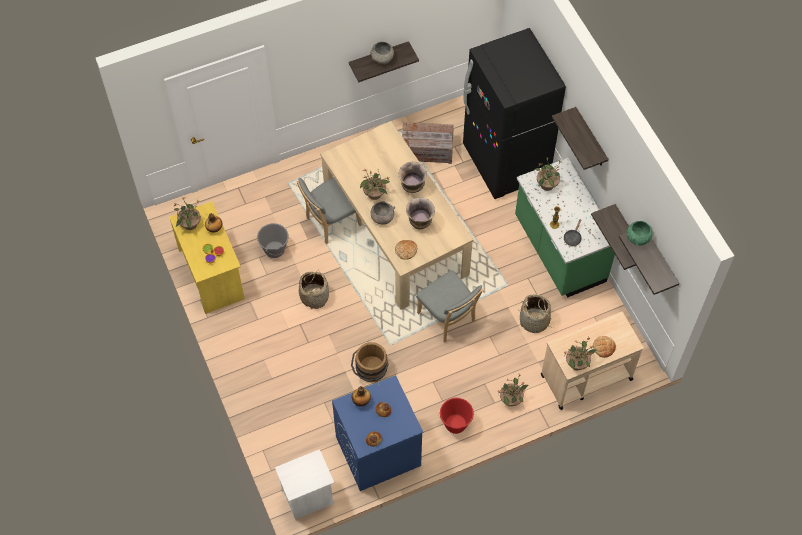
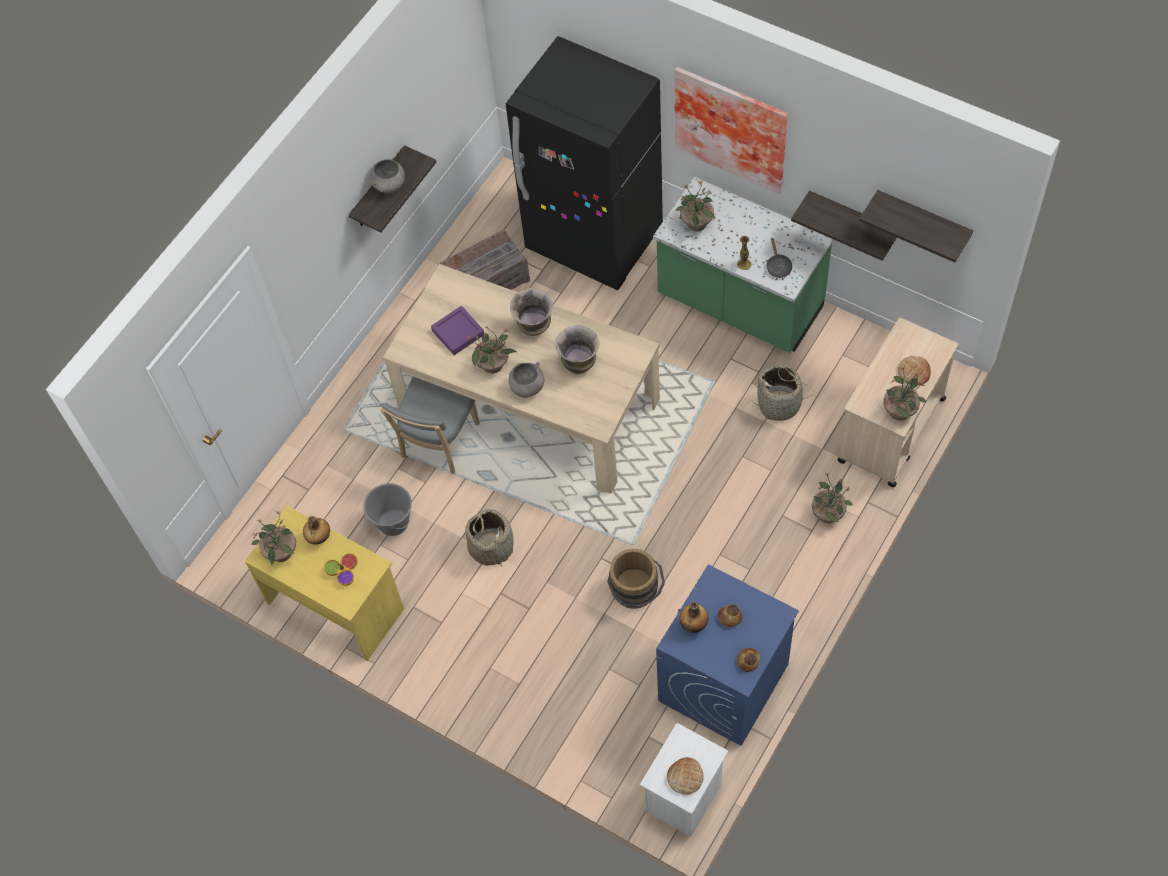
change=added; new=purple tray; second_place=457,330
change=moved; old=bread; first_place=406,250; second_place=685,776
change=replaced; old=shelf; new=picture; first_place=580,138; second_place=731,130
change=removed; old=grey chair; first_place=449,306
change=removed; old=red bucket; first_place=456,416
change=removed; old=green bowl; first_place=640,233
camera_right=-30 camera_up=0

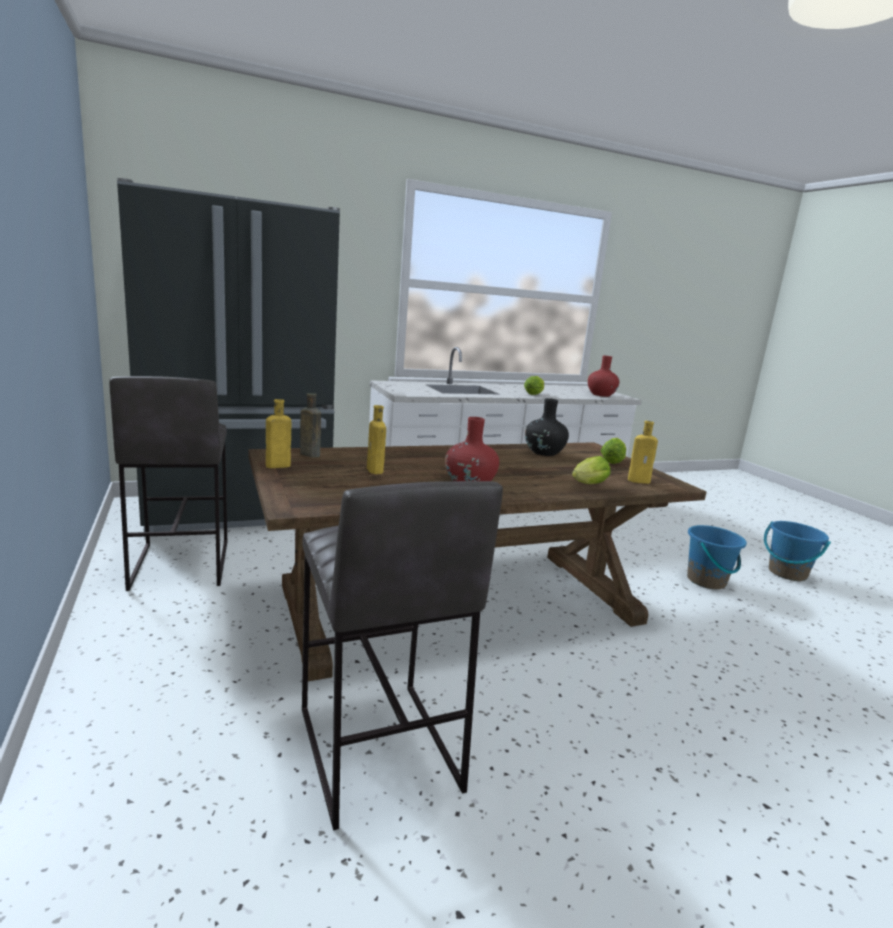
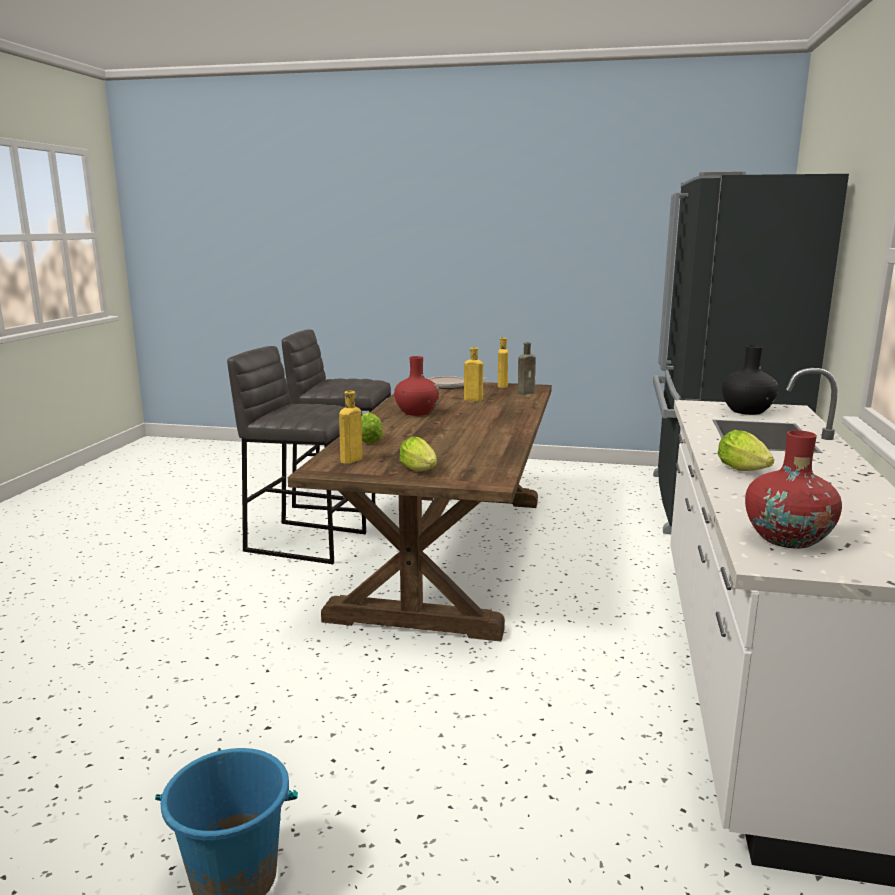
change=moved; old=grey stool; first_place=168,483; second_place=296,455
change=added; new=frying pan; second_place=458,382
change=moved; old=black vase; first_place=547,427; second_place=750,380
change=removed; old=blue bucket; first_place=717,557
camera_right=125 camera_up=0

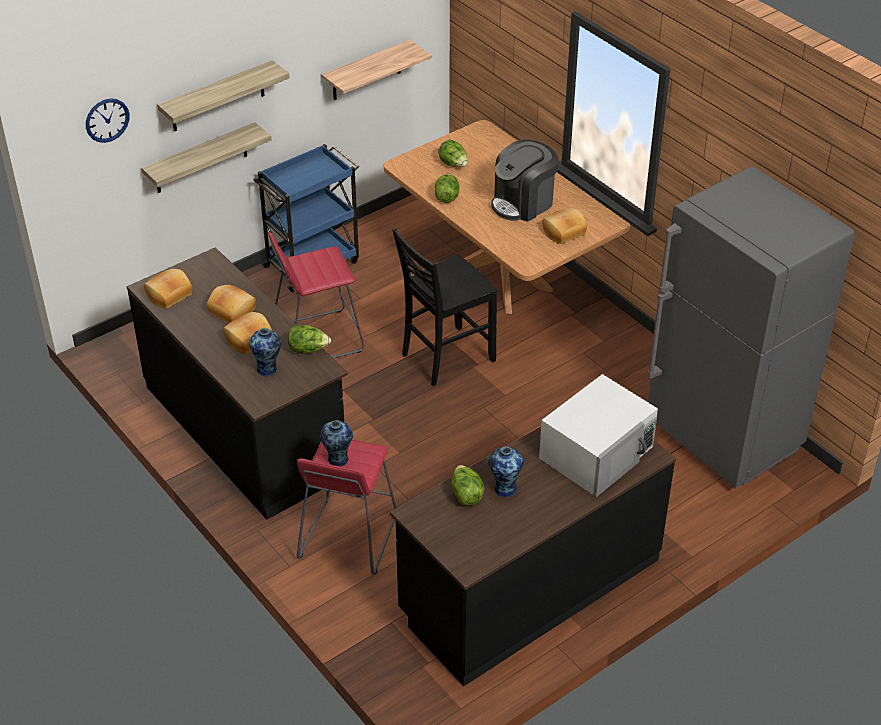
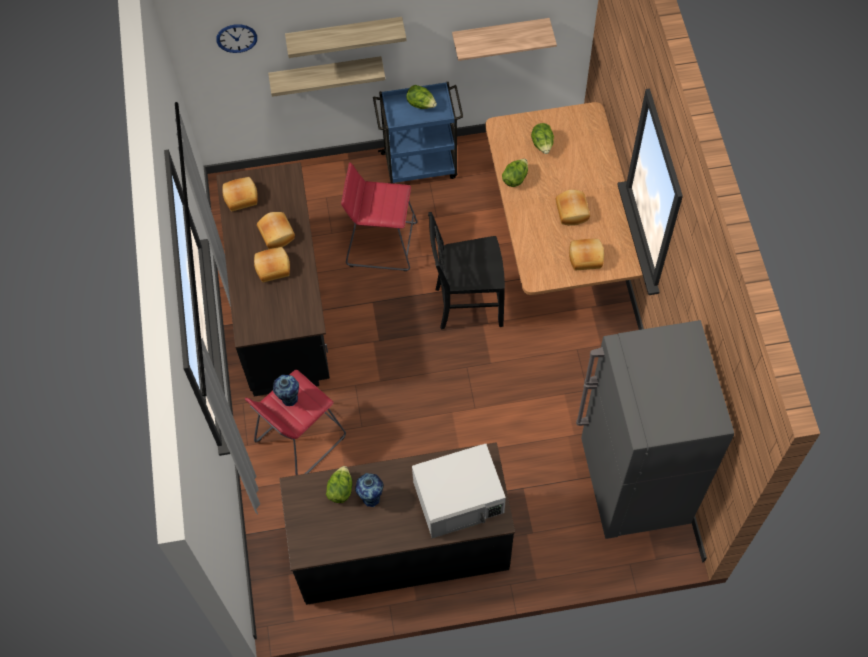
change=moved; old=lettuce; first_place=309,339; second_place=421,97
change=replaced; old=coffee machine; new=bread; first_place=525,180; second_place=573,207
change=removed; old=vase; first_place=265,352
camera_right=30 camera_up=20

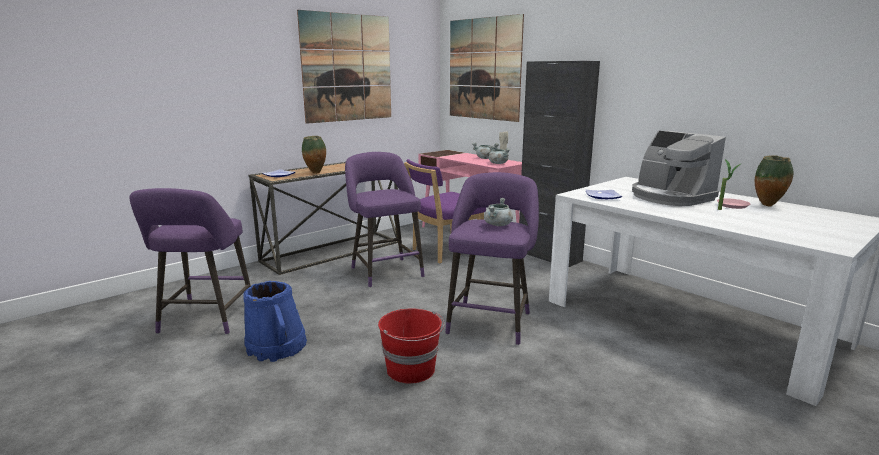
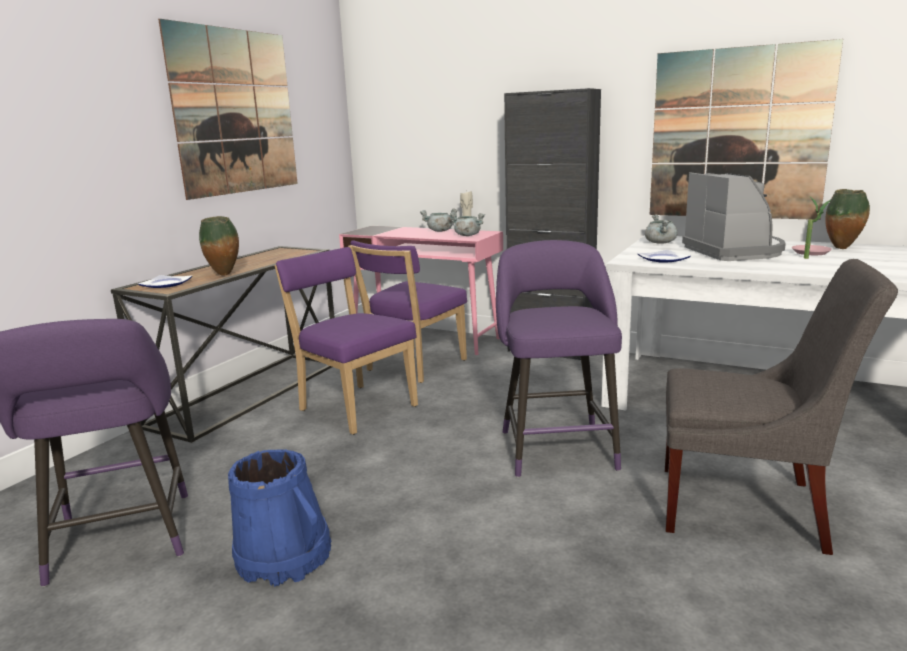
change=replaced; old=purple stool; new=purple chair; first_place=385,220; second_place=346,341
change=moved; old=grey cooking pot; first_place=498,212; second_place=661,228
change=moved; old=picture; first_place=487,68; second_place=746,129
change=added; new=grey chair; second_place=781,407
change=turned; old=coffee machine; first_place=679,168; second_place=734,216; degrees=-135
change=removed; old=red bucket; first_place=411,346
camera_right=-20 camera_up=0

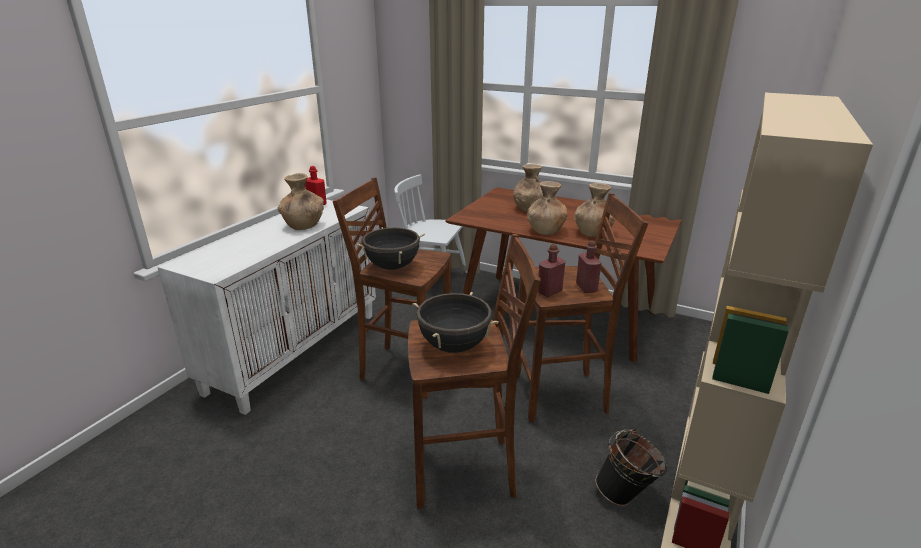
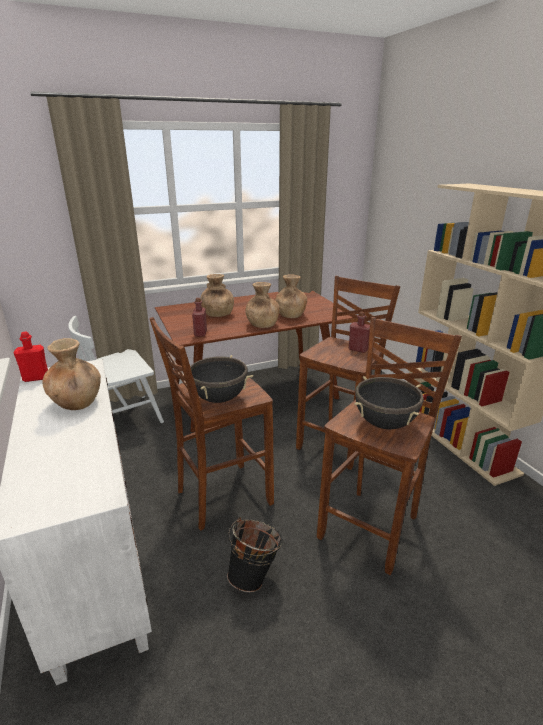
change=moved; old=red bottle; first_place=551,270; second_place=199,317
change=moved; old=black bucket; first_place=631,467; second_place=255,554
camera_right=-50 camera_up=0

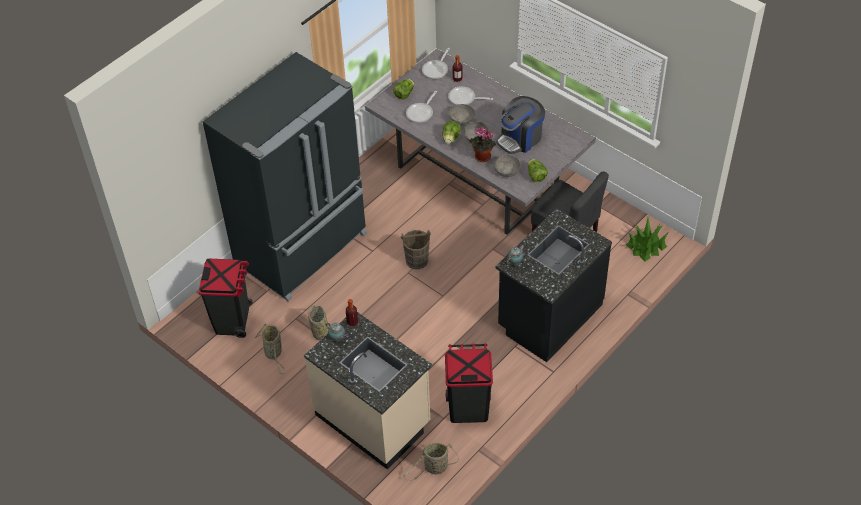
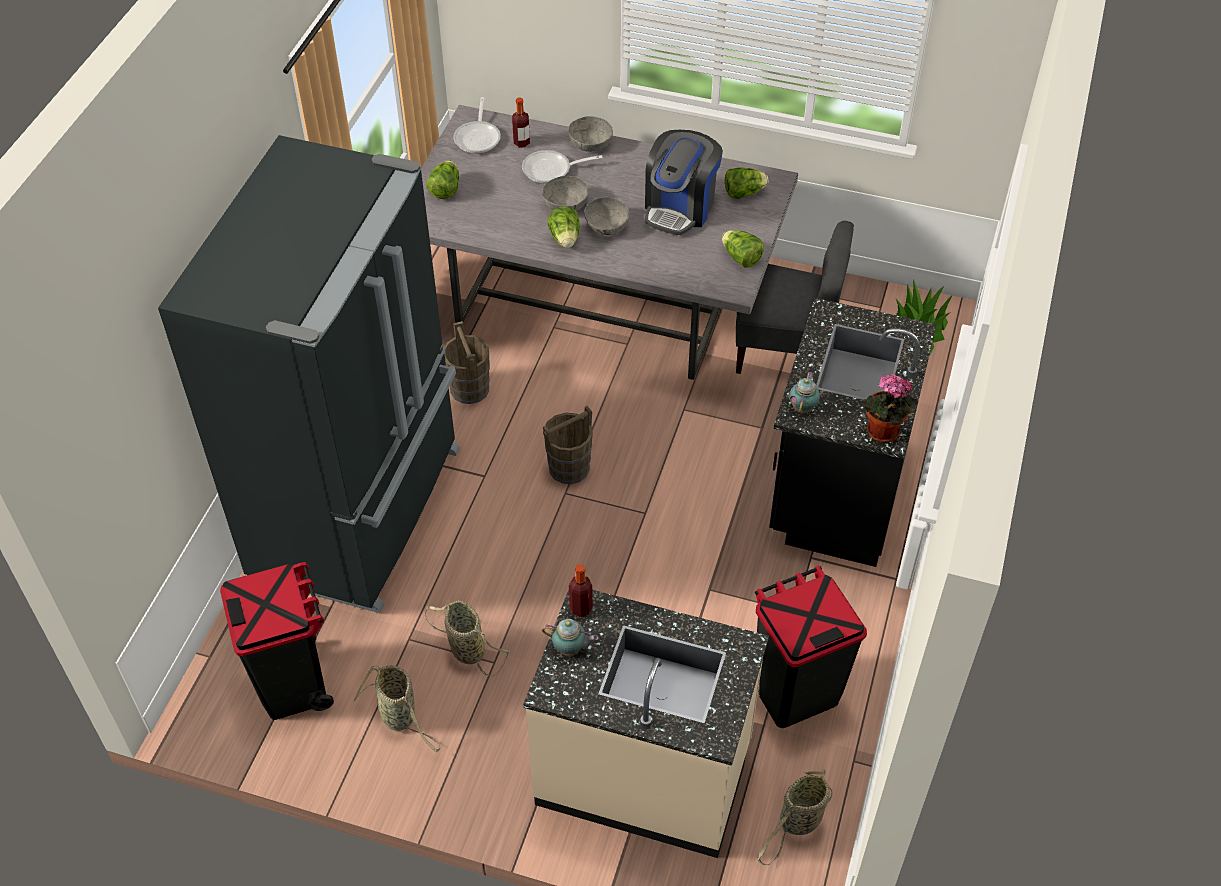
change=added; new=brown bucket; second_place=467,362
change=moved; old=grey bowl; first_place=507,166; second_place=590,134
change=added; new=lettuce; second_place=746,183
change=moved; old=potted plant; first_place=483,144; second_place=889,408
change=removed; old=frying pan; first_place=421,107
camera_right=-25 camera_up=0

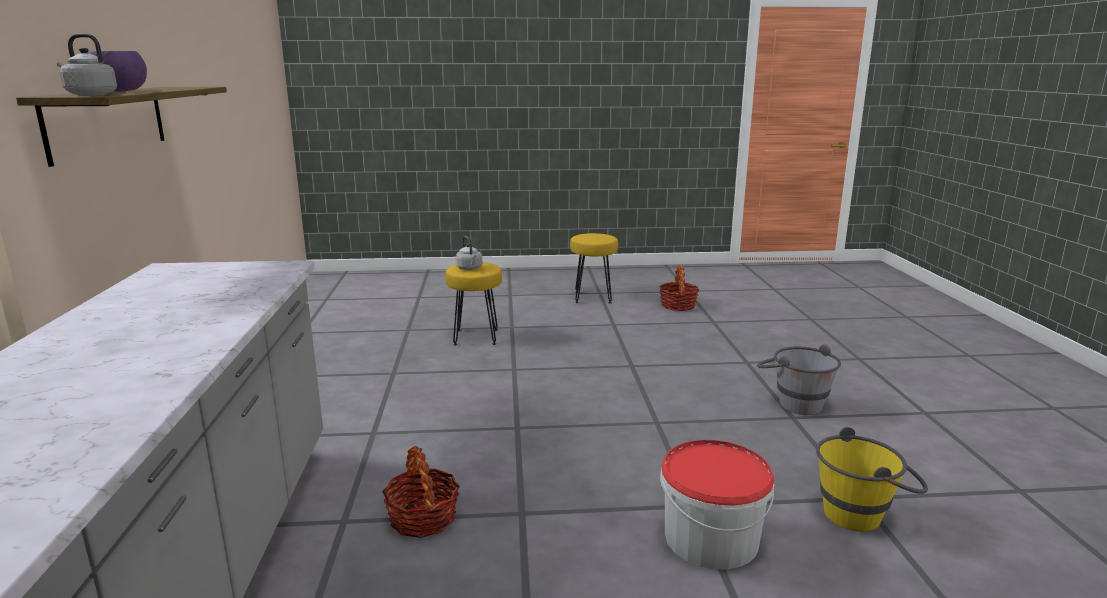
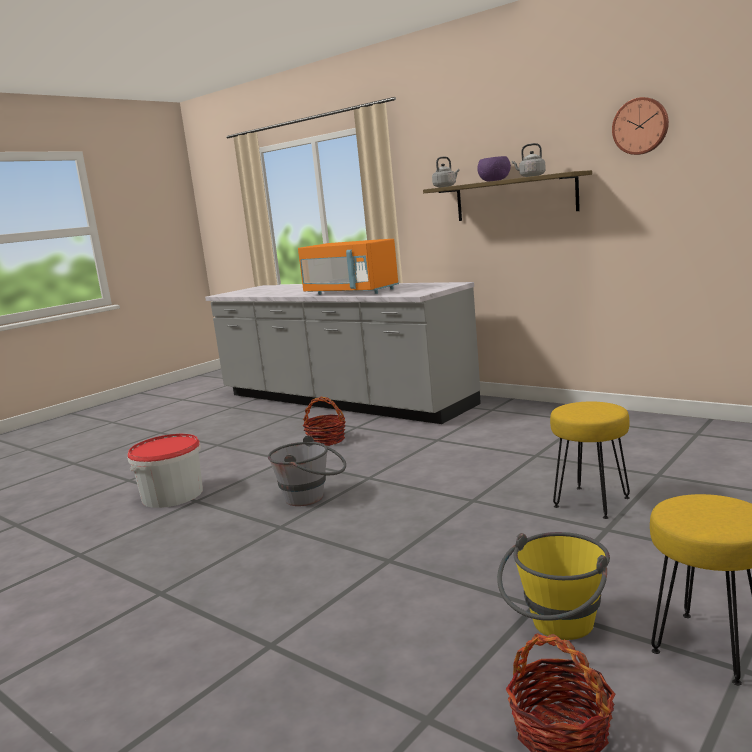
change=moved; old=grey bucket; first_place=799,379; second_place=307,470
change=added; new=orange microwave; second_place=348,267
change=moved; old=yellow bucket; first_place=872,479; second_place=553,586
change=moved; old=grey kettle; first_place=468,253; second_place=529,160
change=added; new=wall clock; second_place=640,126
camera_right=135 camera_up=-5

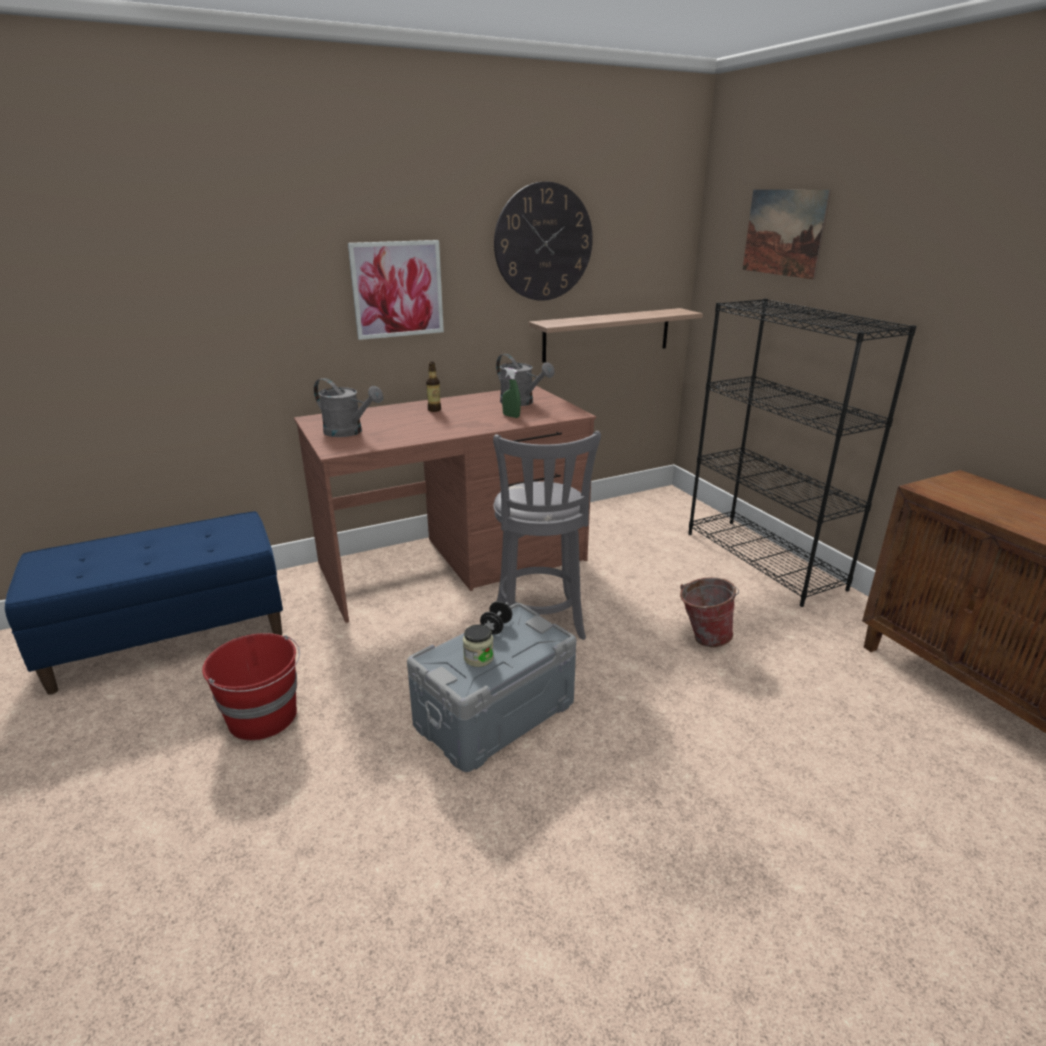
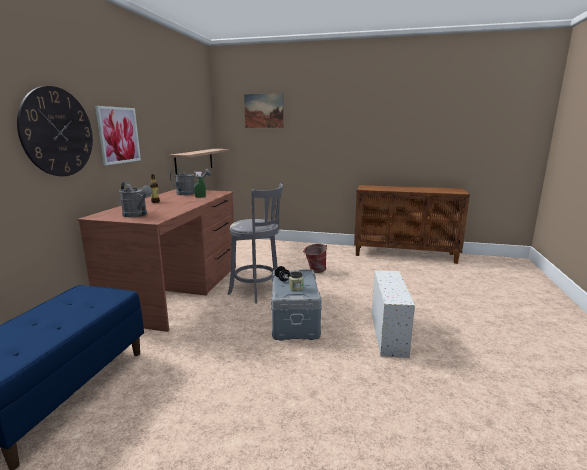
change=moved; old=wall clock; first_place=543,241; second_place=55,131
change=turned; old=grey watering can; first_place=348,407; second_place=136,199; degrees=60
change=added; new=white storage box; second_place=393,314
change=removed; old=red bucket; first_place=251,686
change=removed; old=black bookcase; first_place=802,453
camera_right=-50 camera_up=-10

